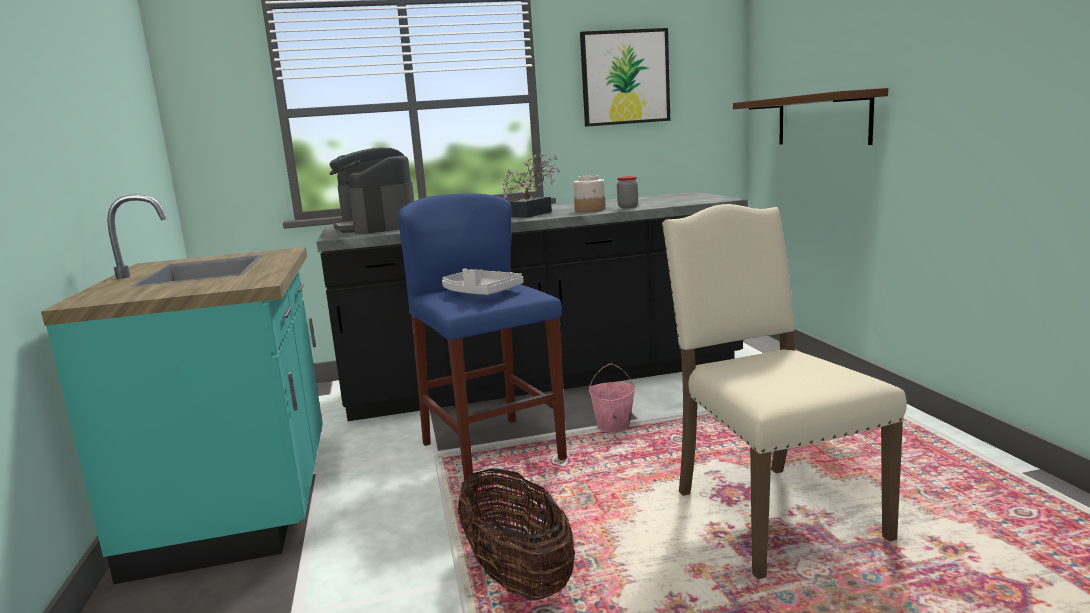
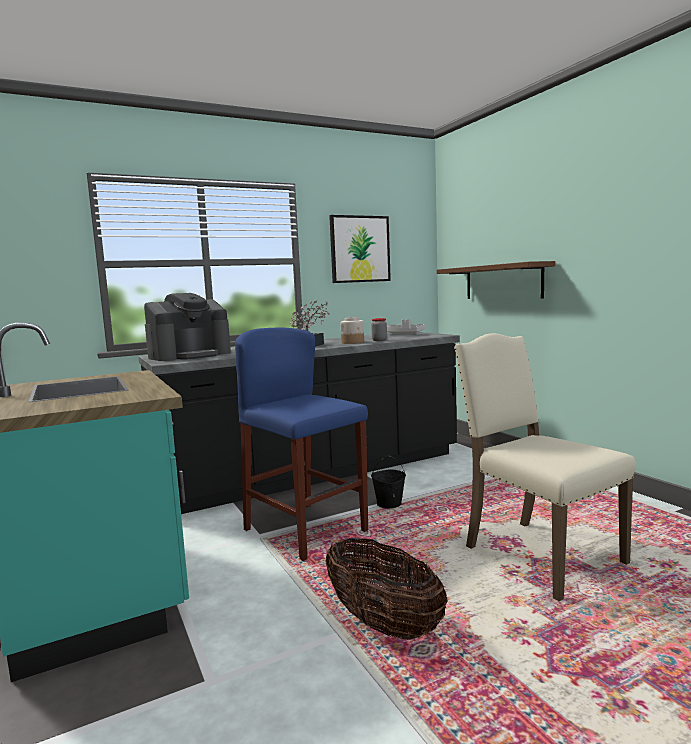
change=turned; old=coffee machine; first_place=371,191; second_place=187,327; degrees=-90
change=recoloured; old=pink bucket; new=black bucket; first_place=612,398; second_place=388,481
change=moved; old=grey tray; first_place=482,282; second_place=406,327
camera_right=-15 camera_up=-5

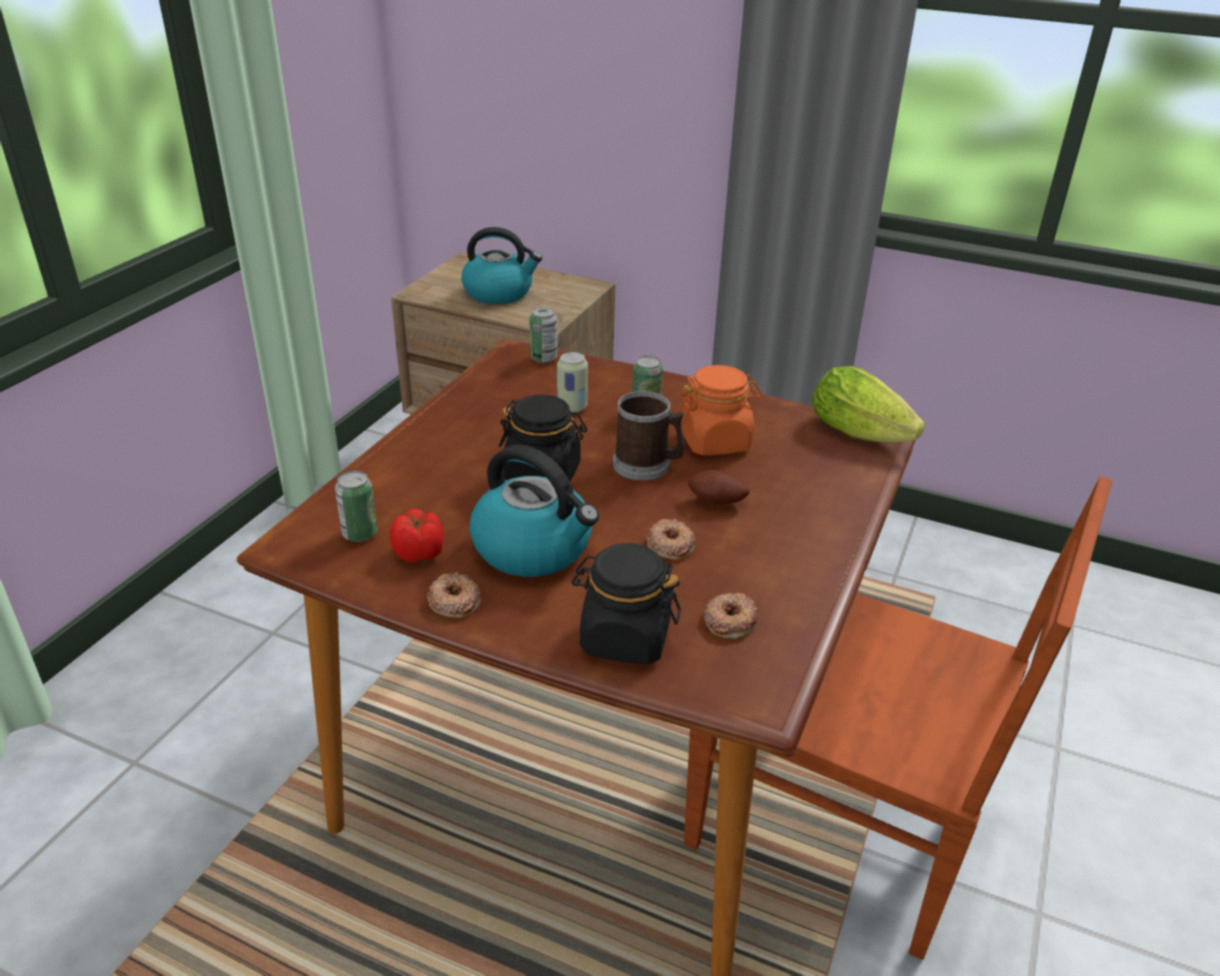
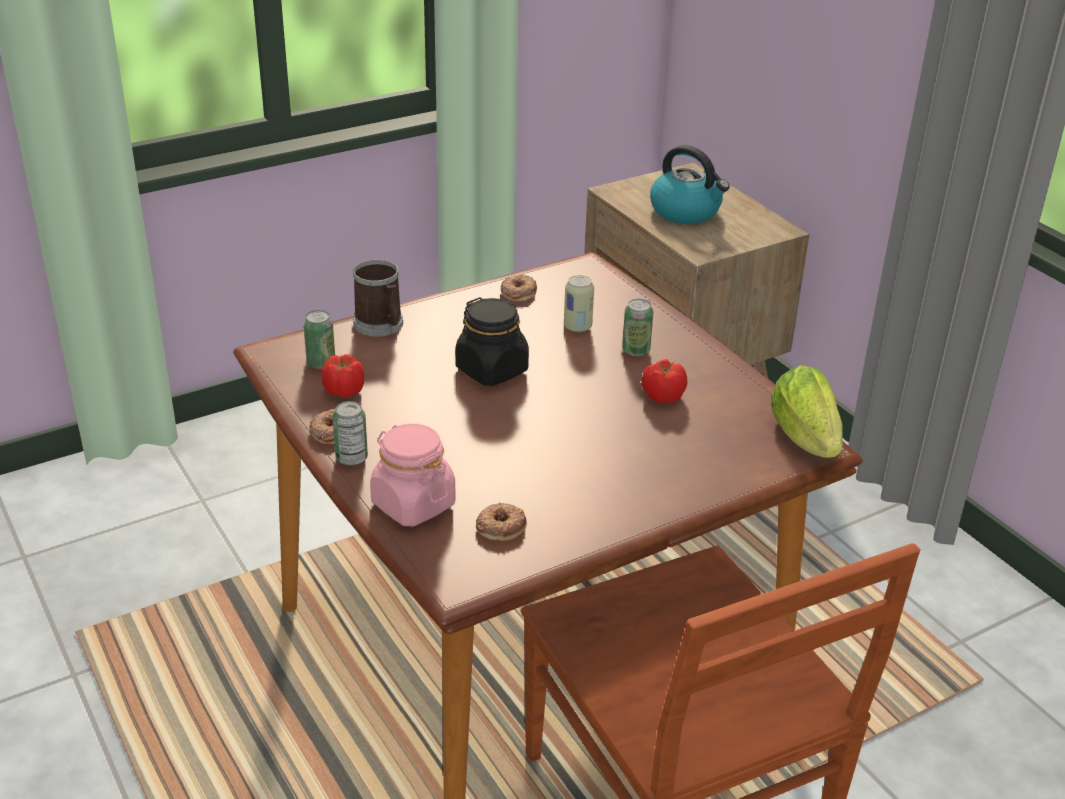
change=moved; old=can; first_place=543,335; second_place=350,433
change=moved; old=mug; first_place=649,436; second_place=378,298
change=recoloured; old=black jar; new=pink jar; first_place=626,604; second_place=413,475
change=moved; old=donut; first_place=670,539; second_place=519,288
change=replaced; old=orange jar; new=tomato; first_place=719,410; second_place=664,381
change=removed; old=kettle; first_place=534,511
change=removed; old=potato; first_place=719,487
camera_right=35 camera_up=0

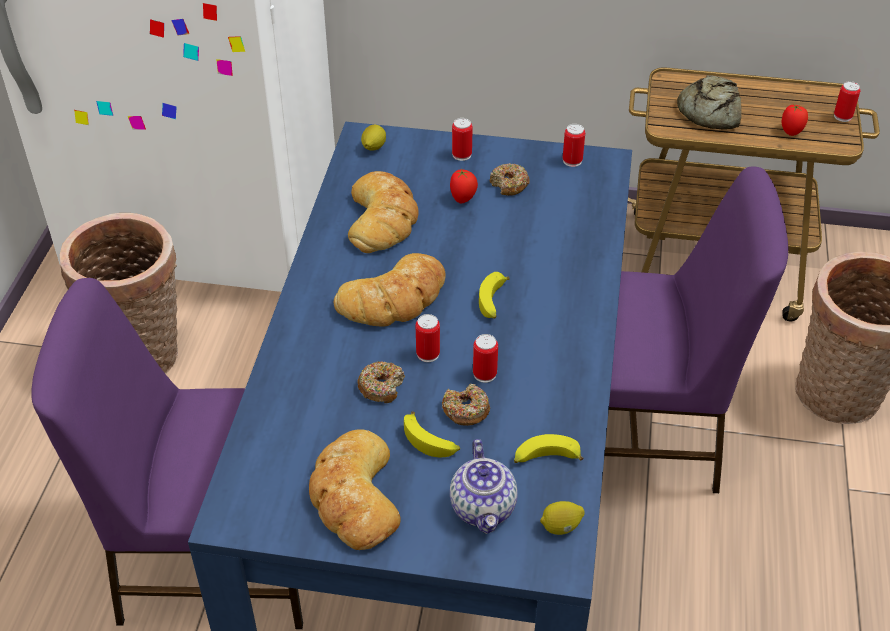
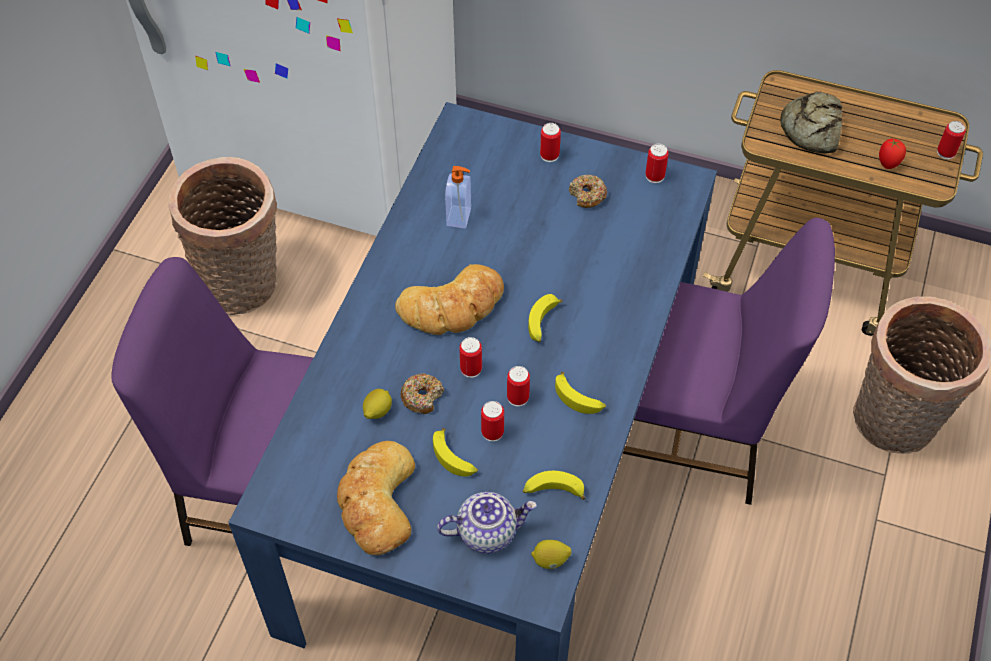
change=moved; old=lemon; first_place=373,138; second_place=377,404
change=turned; old=teapot; first_place=484,486; second_place=487,523; degrees=-105
change=replaced; old=bread; new=soap dispenser; first_place=383,212; second_place=458,197
change=replaced; old=donut; new=can; first_place=466,405; second_place=492,421
change=added; new=banana; second_place=580,393
change=removed; old=tomato; first_place=464,185
camera_right=10 camera_up=10

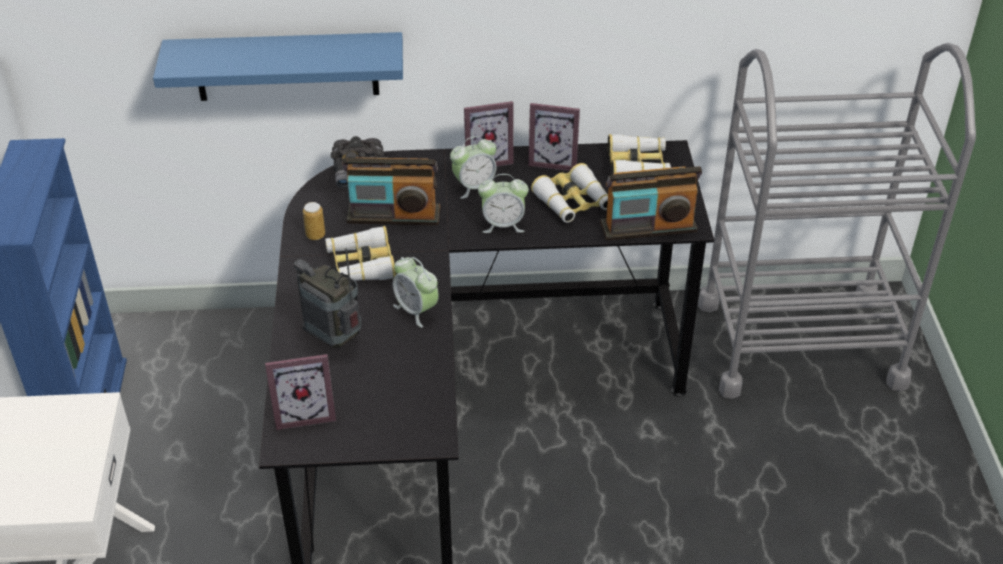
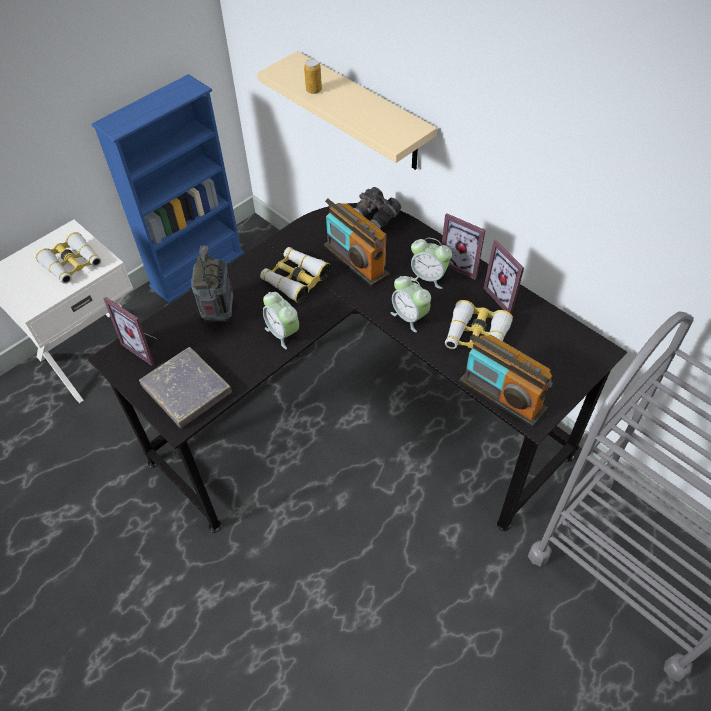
change=moved; old=binoculars; first_place=639,154; second_place=68,258
change=added; new=grey book; second_place=185,387
change=recoloured; old=blue shelf; new=beige shelf; first_place=278,66; second_place=347,110
change=turned; old=alarm clock; first_place=416,292; second_place=281,320; degrees=-45
change=moved; old=can; first_place=314,221; second_place=313,76
camera_right=50 camera_up=10

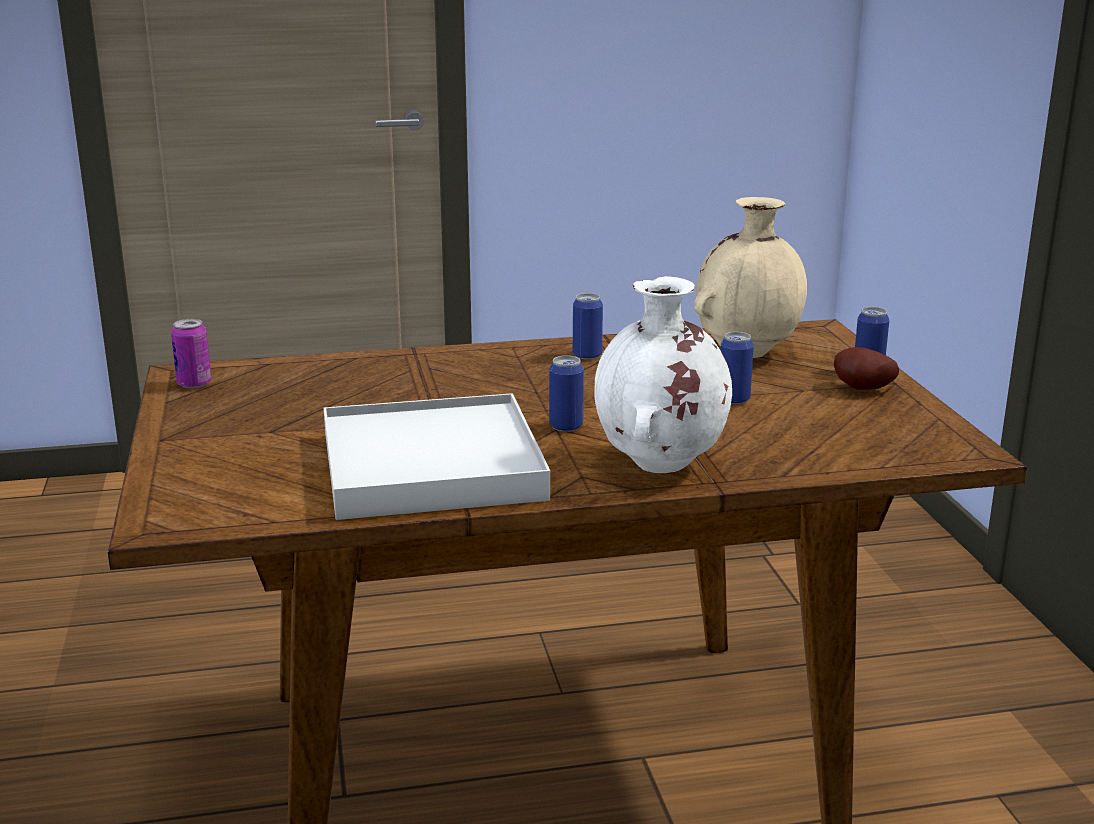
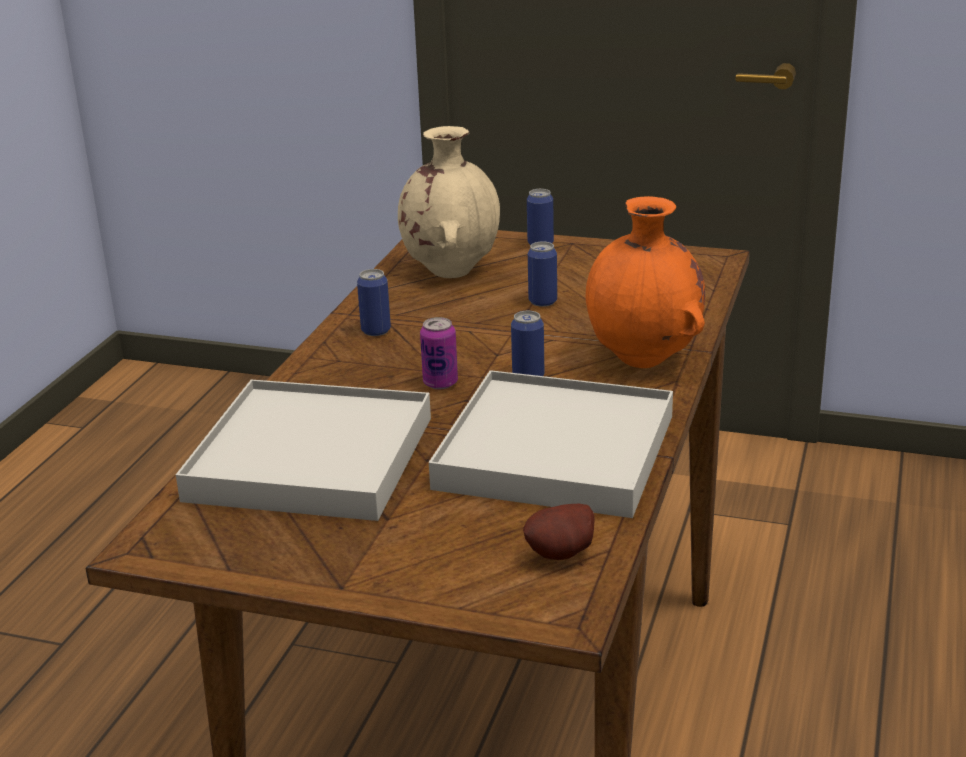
change=added; new=white tray; second_place=303,450
change=moved; old=can; first_place=191,354; second_place=439,353
change=moved; old=potato; first_place=866,368; second_place=558,532
change=recoloured; old=white vase; new=orange vase; first_place=663,374; second_place=645,282
camera_right=-60 camera_up=5

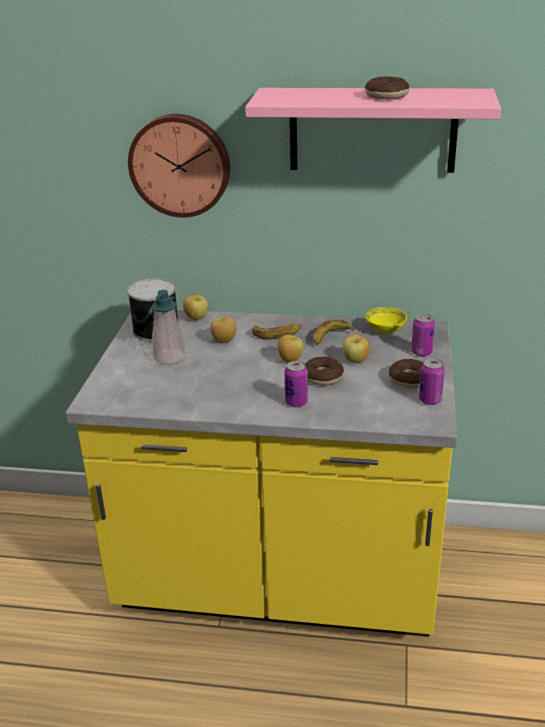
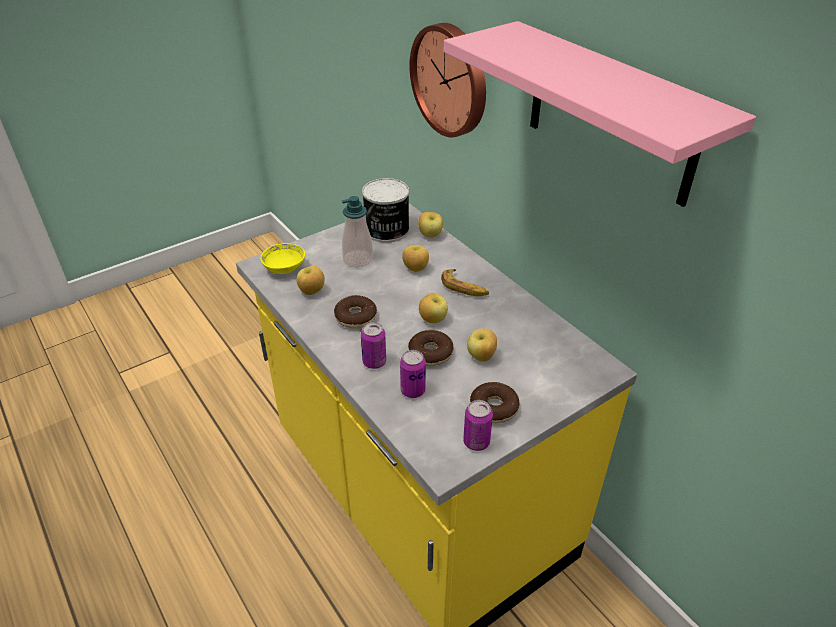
change=moved; old=yellow bowl; first_place=386,320; second_place=283,258
change=added; new=apple; second_place=311,280
change=moved; old=donut; first_place=387,88; second_place=355,311
change=moved; old=can; first_place=423,335; second_place=413,374
change=removed; old=banana; first_place=333,333
camera_right=45 camera_up=10

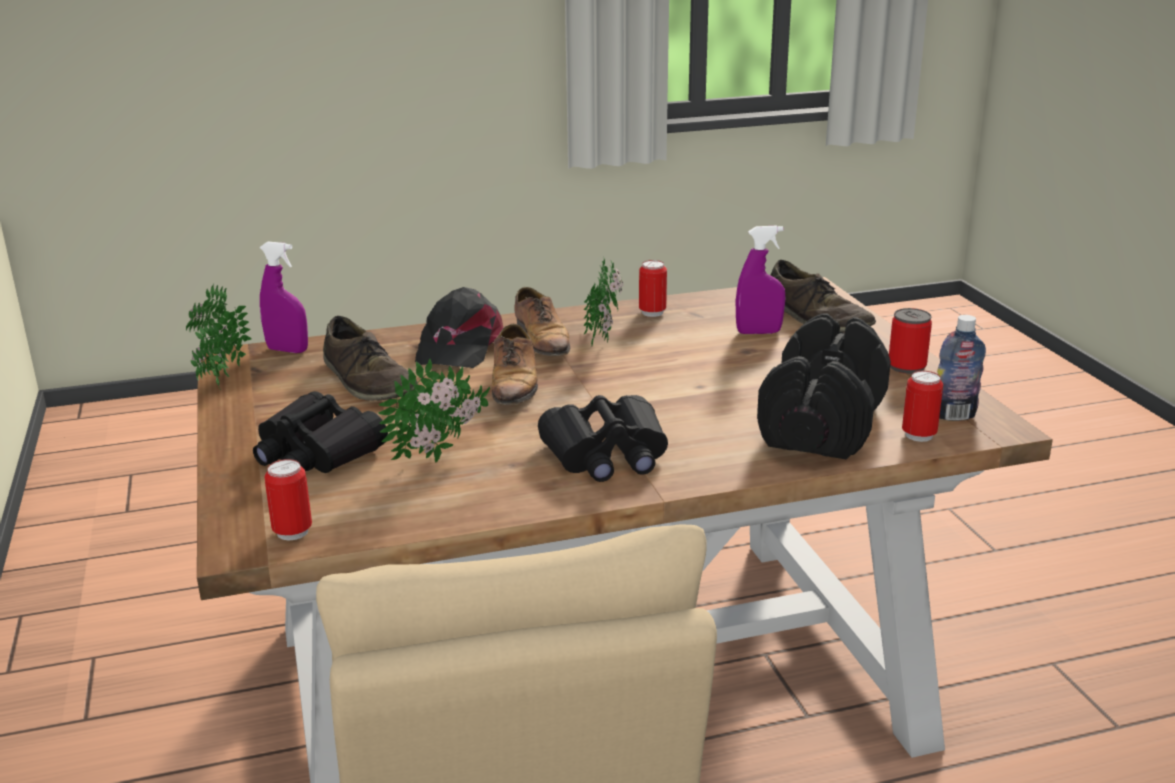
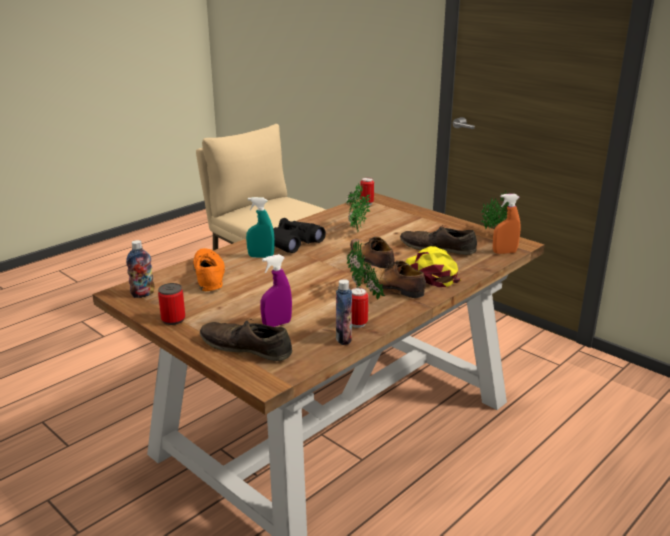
change=replaced; old=black dumbbell; new=orange shoe; first_place=824,386; second_place=209,269
change=added; new=turquoise spray bottle; second_place=260,227
change=added; new=bottle; second_place=344,312
change=recoloured; old=black cap; new=yellow cap; first_place=459,327; second_place=433,266
change=recoloured; old=purple spray bottle; new=orange spray bottle; first_place=283,297; second_place=507,224
change=removed; old=black binoculars; first_place=320,432
change=removed; old=can; first_place=922,406
camera_right=150 camera_up=0

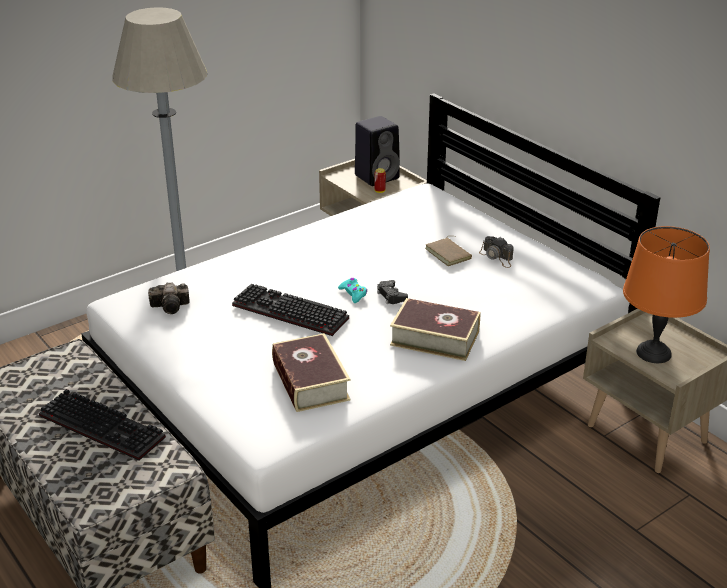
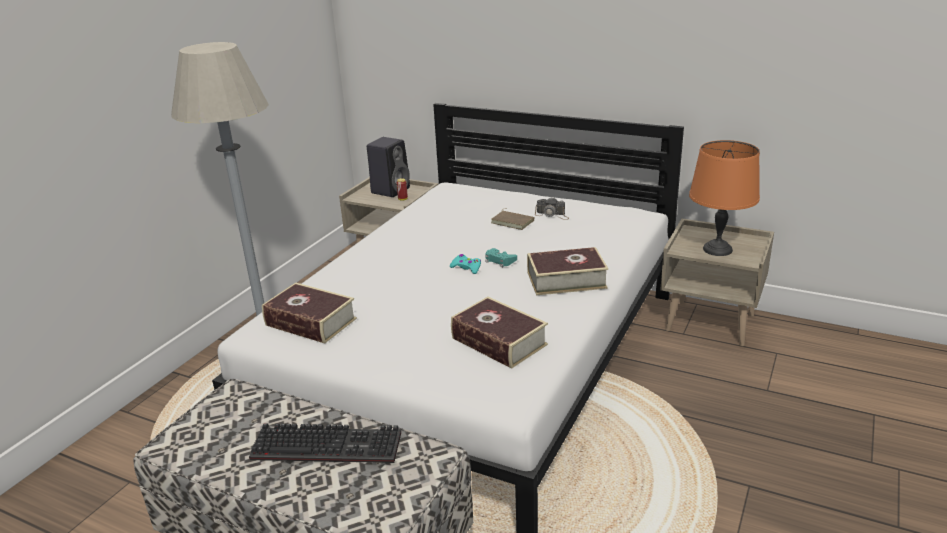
change=replaced; old=photo camera; new=book; first_place=169,298; second_place=309,313
change=recoloured; old=black game controller; new=turquoise game controller; first_place=392,292; second_place=501,257
change=removed; old=keyboard; first_place=290,310
camera_right=-25 camera_up=-5

